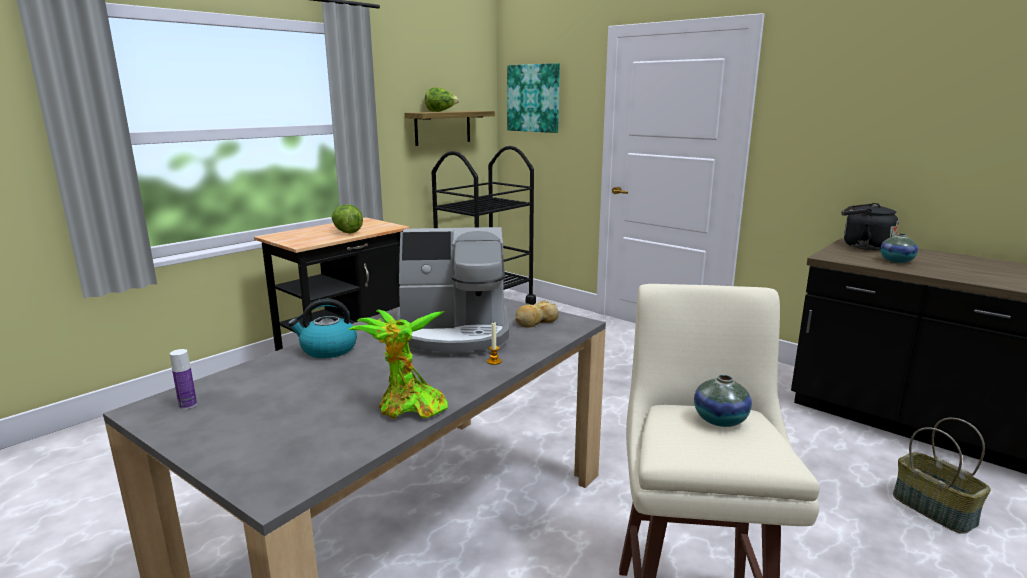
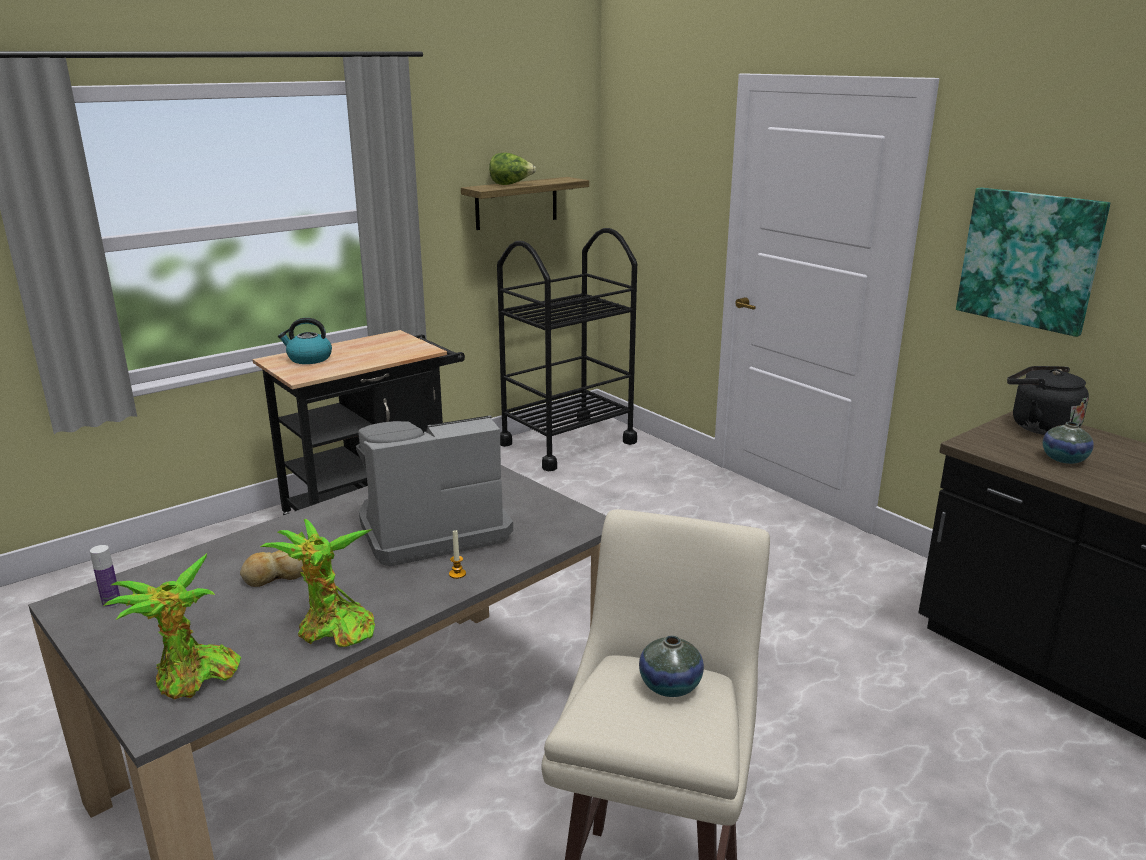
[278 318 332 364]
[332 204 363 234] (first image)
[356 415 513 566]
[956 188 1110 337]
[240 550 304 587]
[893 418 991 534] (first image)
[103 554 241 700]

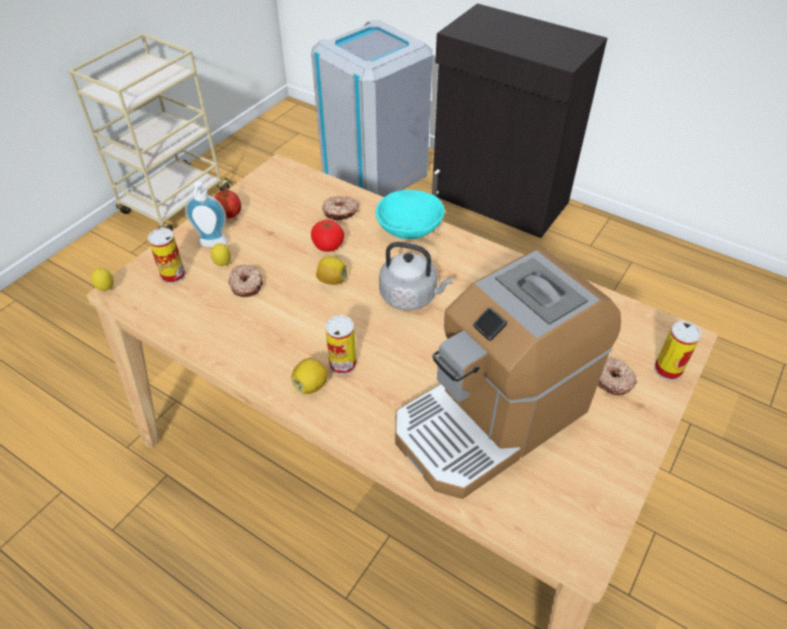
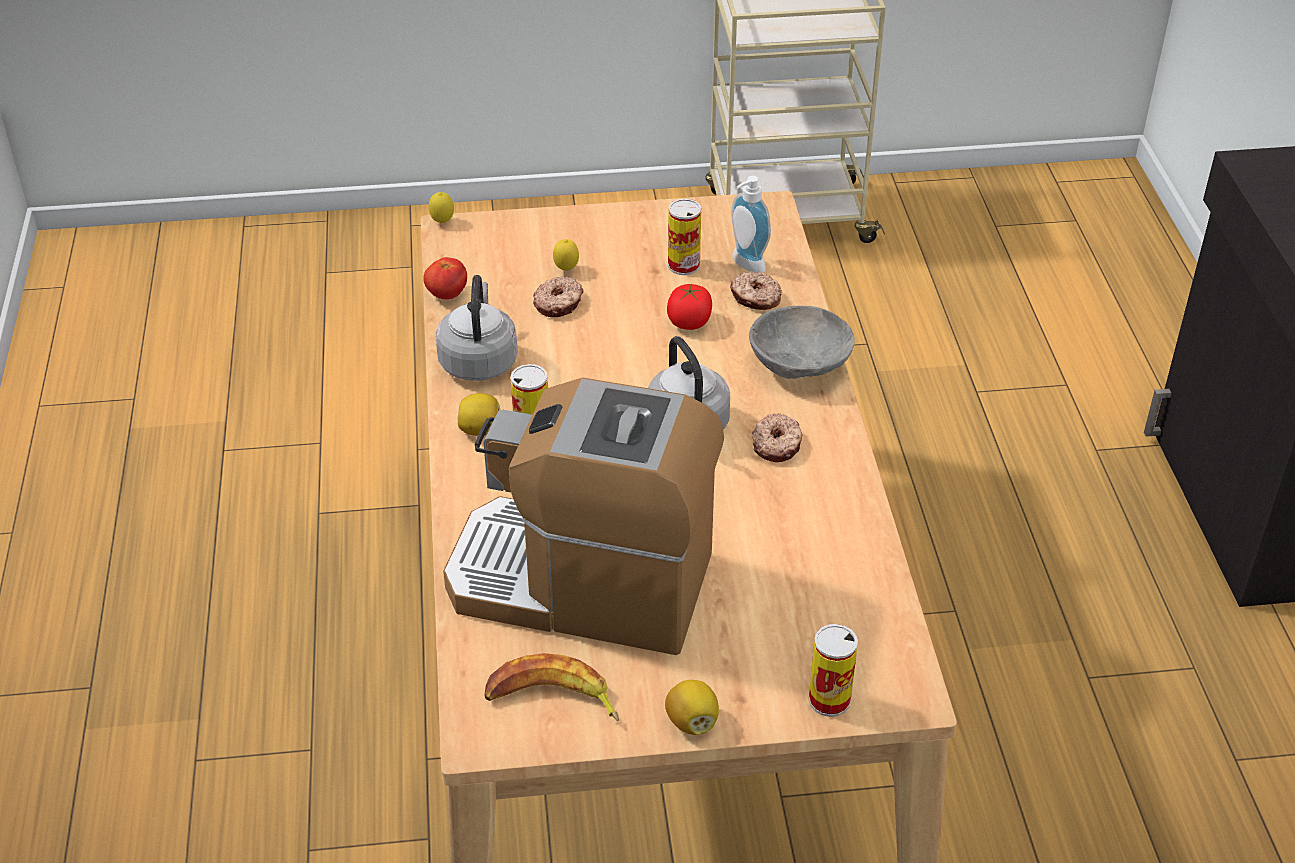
[668 199 701 275]
[731 176 771 273]
[423 257 467 300]
[311 20 433 197] (first image)
[665 680 719 735]
[749 306 855 379]
[752 413 802 462]
[435 275 518 381]
[484 653 619 721]

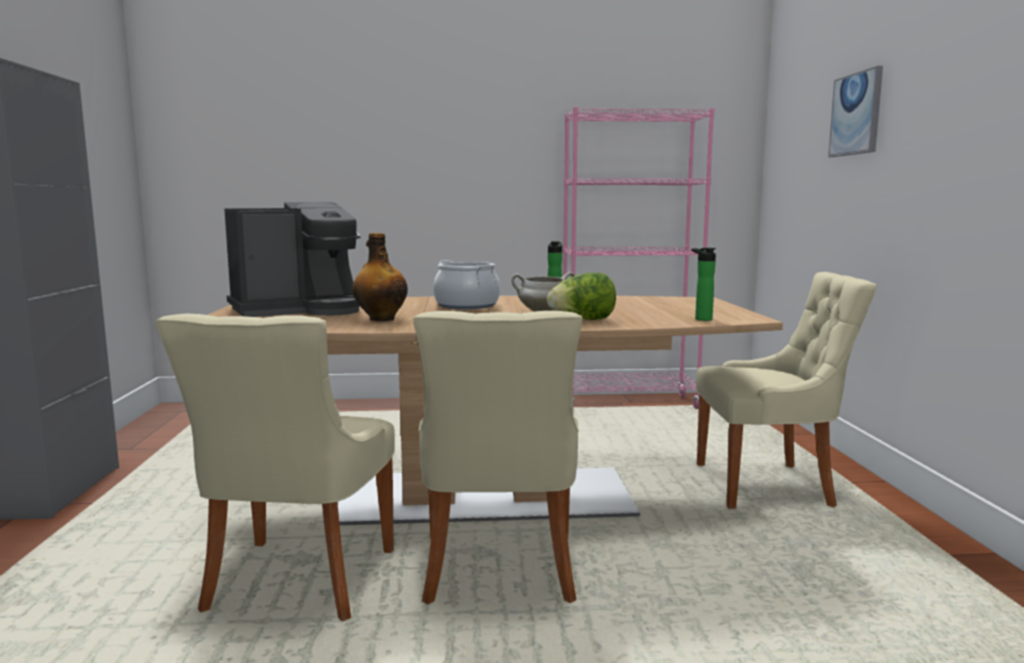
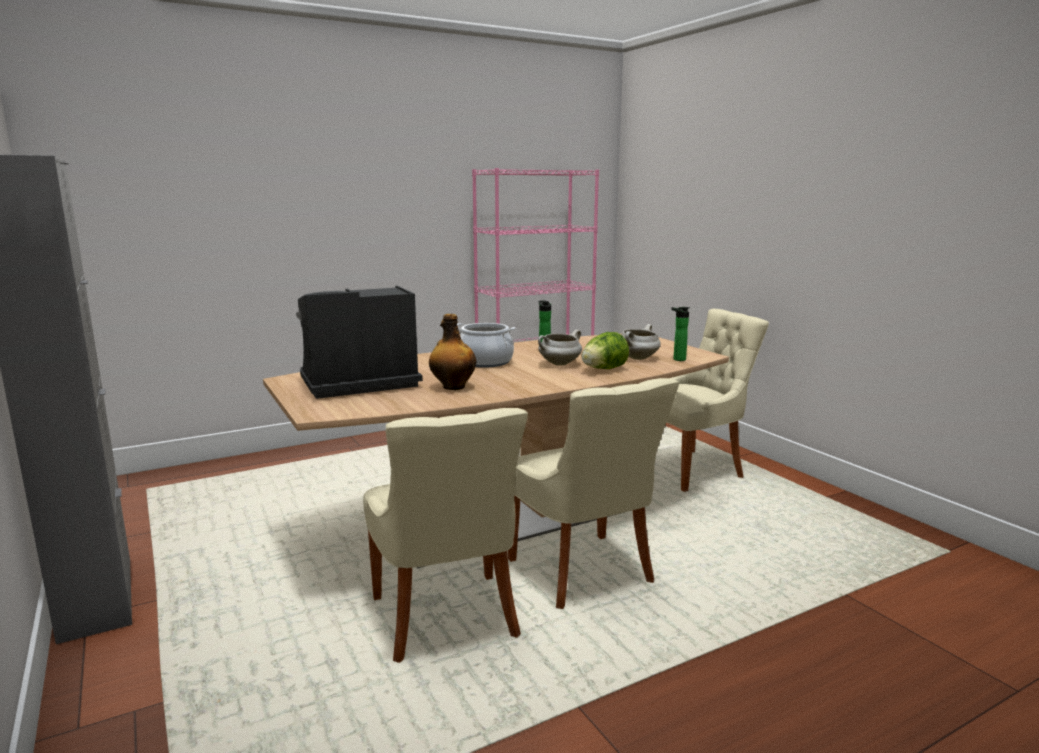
[296 286 423 399]
[828 66 883 157] (first image)
[621 324 661 360]

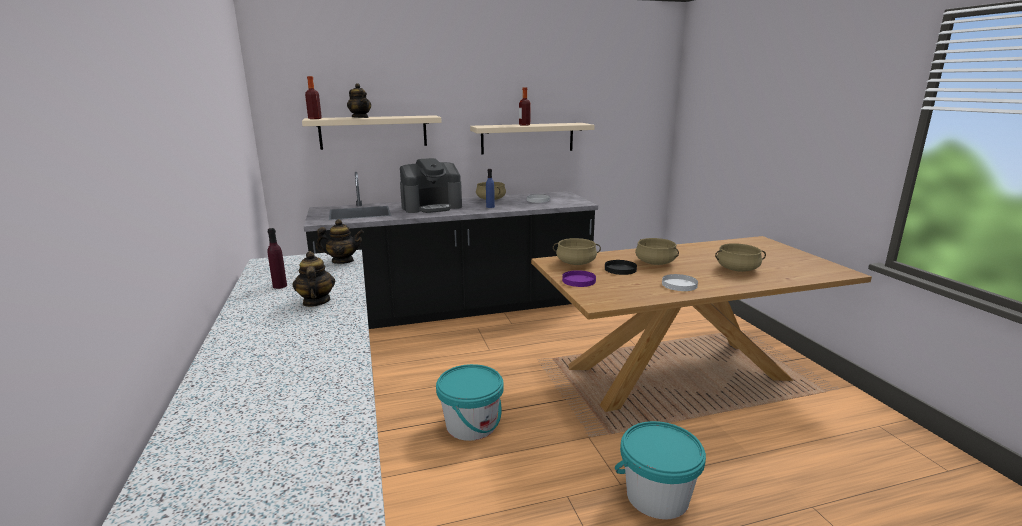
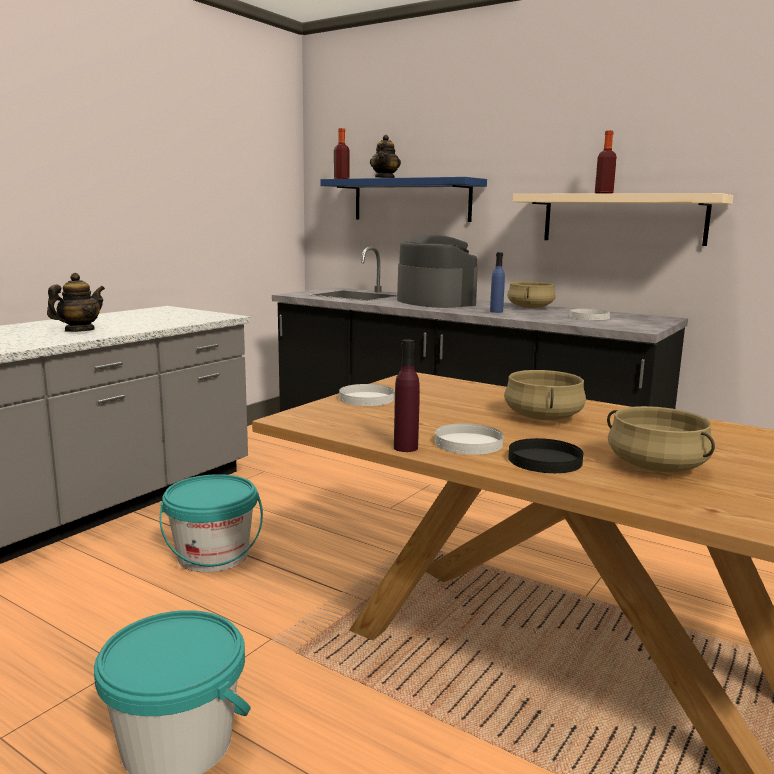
[394 339 420 452]
[320 177 487 222]
[316 219 364 264] (first image)
[397 234 478 308]
[553 238 601 265] (first image)
[339 384 394 406]
[508 438 583 473]

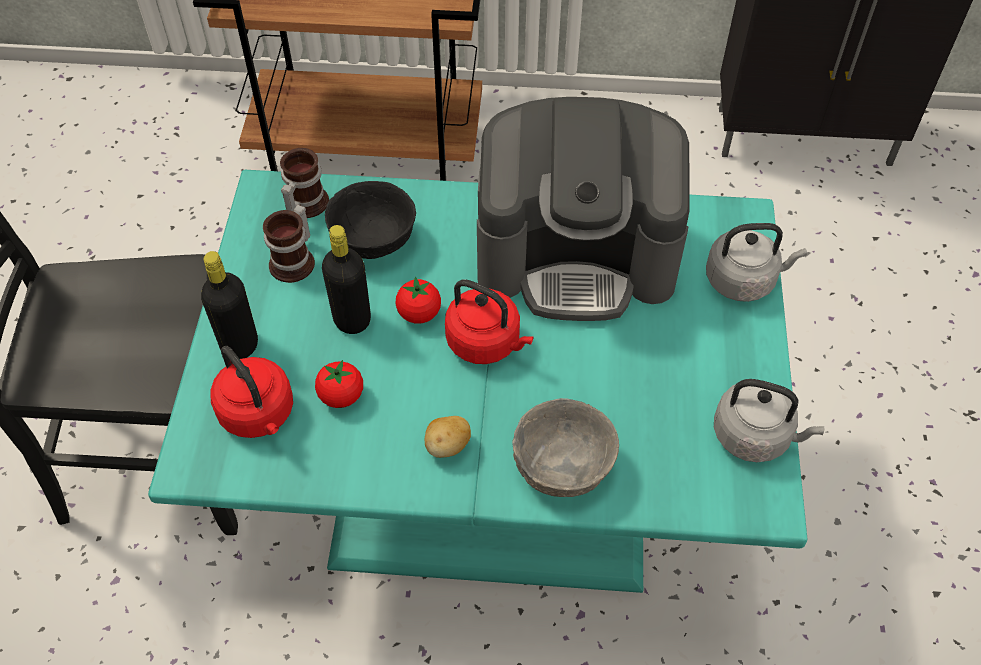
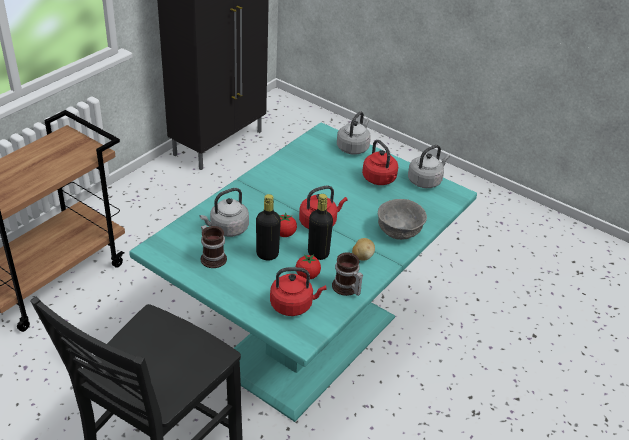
[308 194 333 260]
[332 252 363 296]
[200 188 249 237]
[477 97 689 321] (first image)
[362 140 398 185]

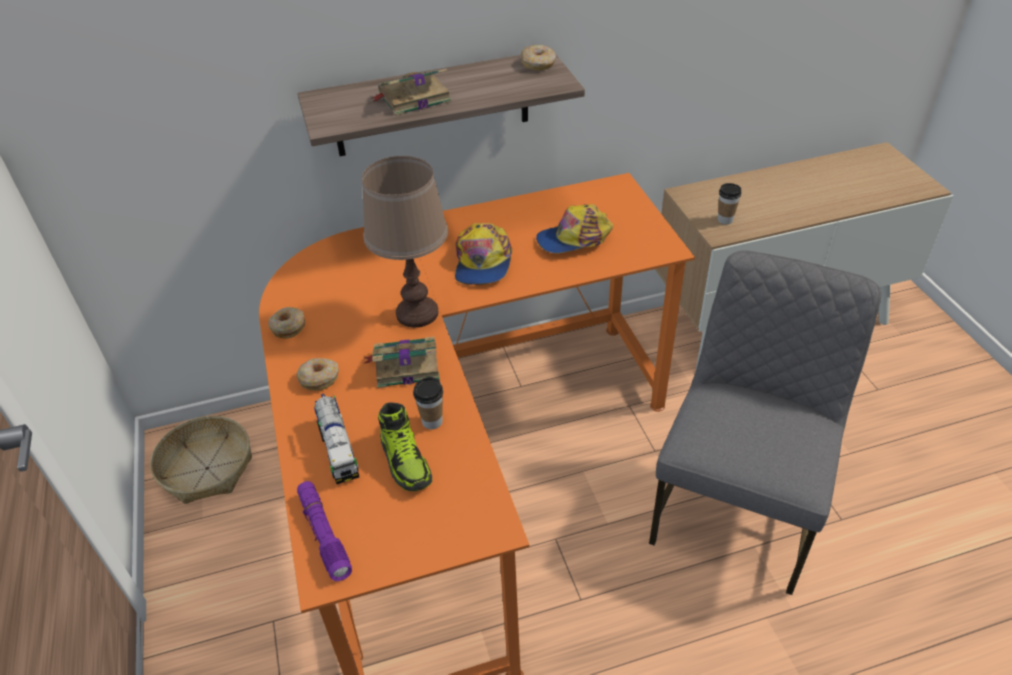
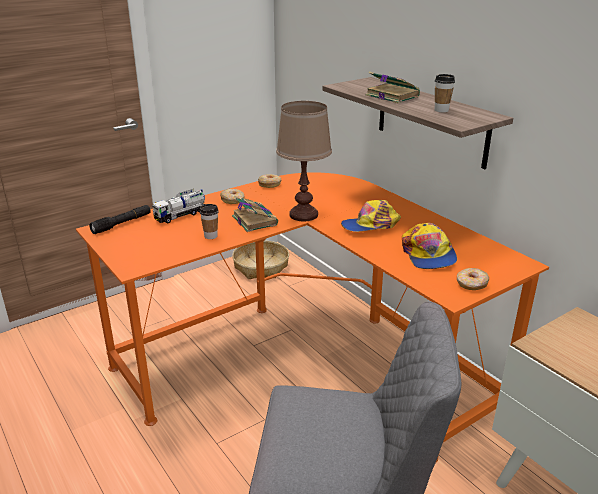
[89 205 151 234]
[378 402 432 491] (first image)
[457 268 489 290]
[402 223 457 269]
[435 74 455 112]

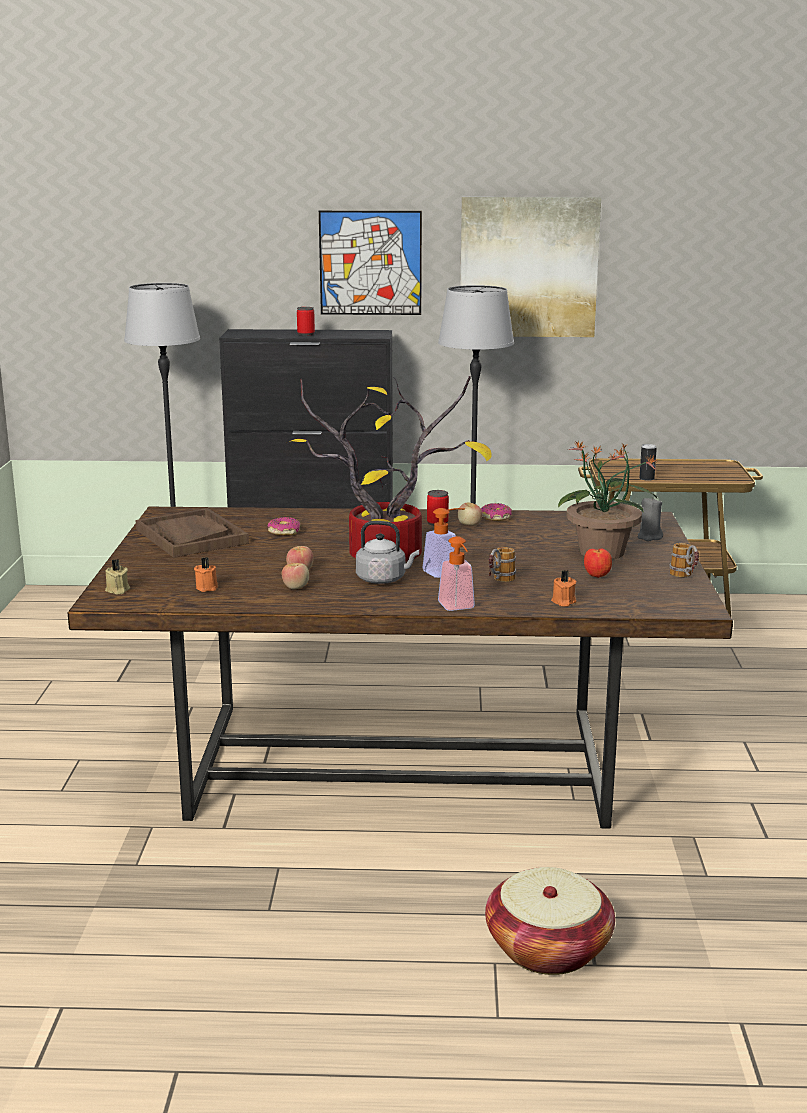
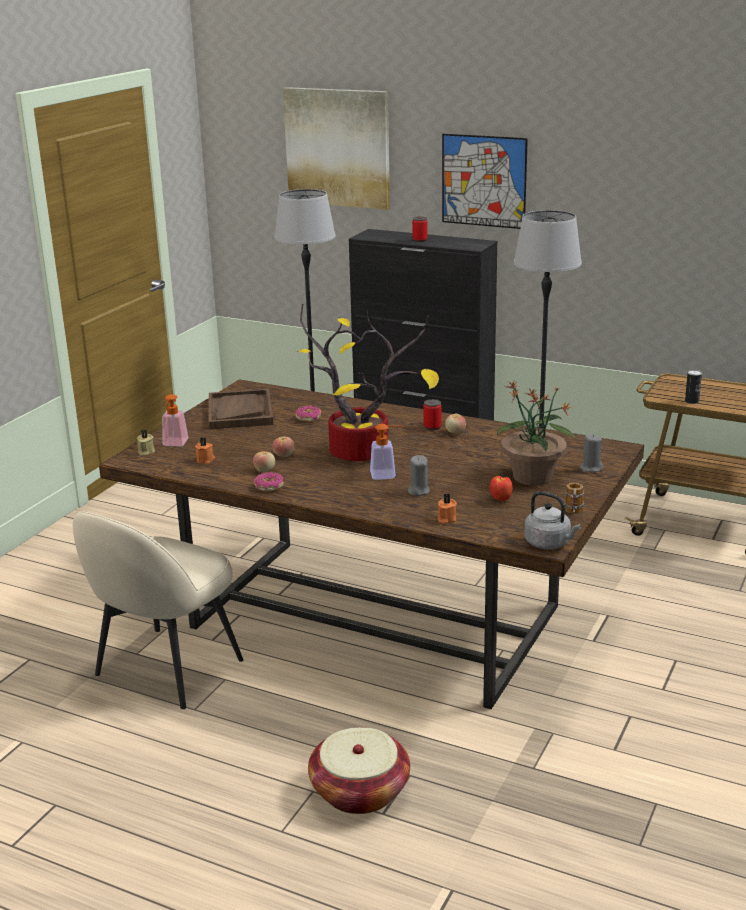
[524 491 581 549]
[162 394 188 446]
[283 87 390 210]
[254 472 284 491]
[408 455 430 496]
[73 511 244 709]

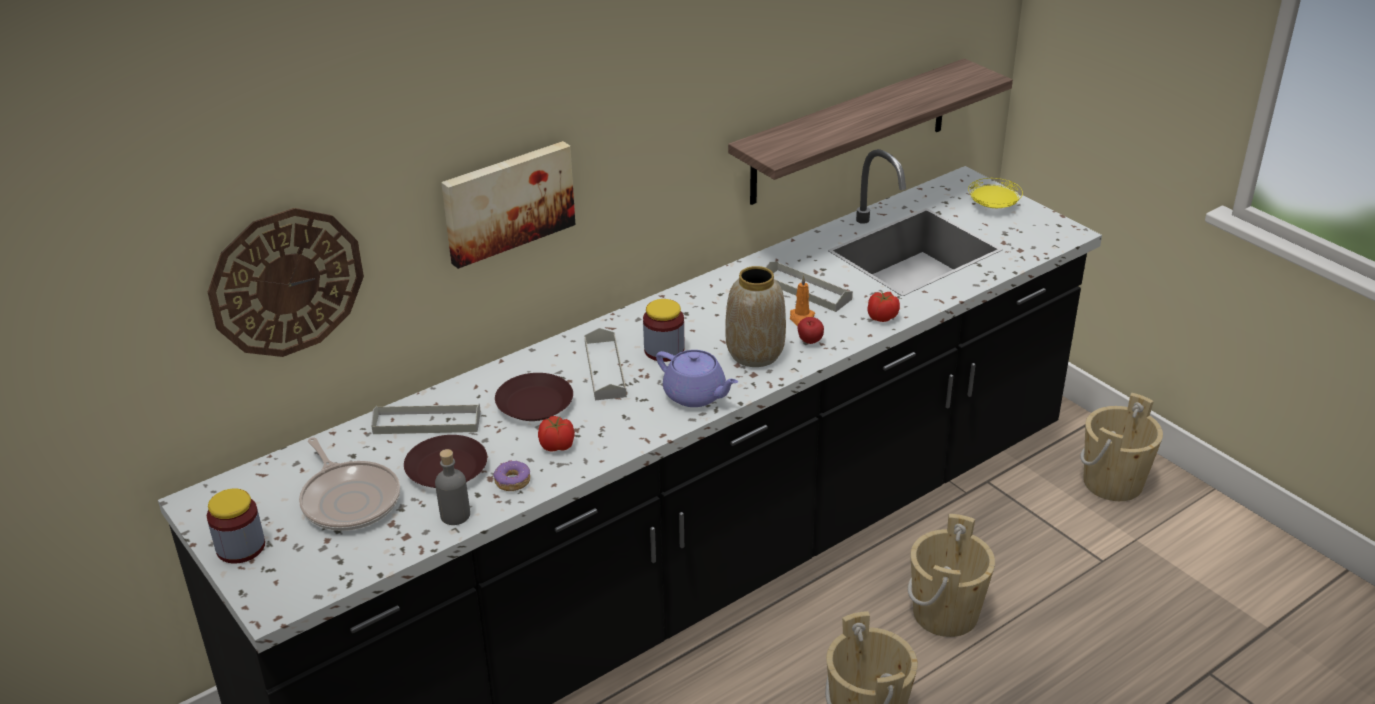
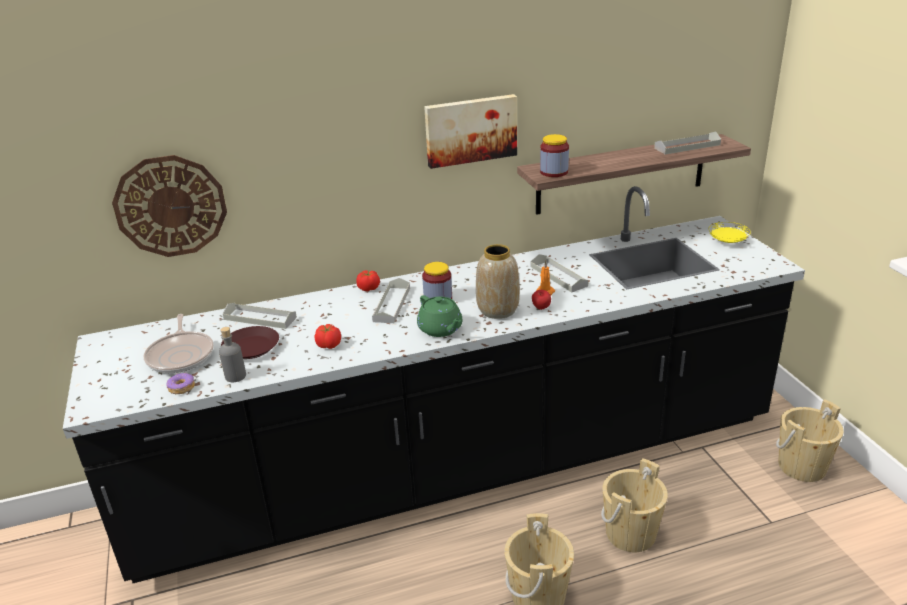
[540 134 569 177]
[424 94 517 169]
[166 373 195 394]
[495 373 573 421] (first image)
[417 295 462 337]
[356 270 380 291]
[654 131 721 154]

